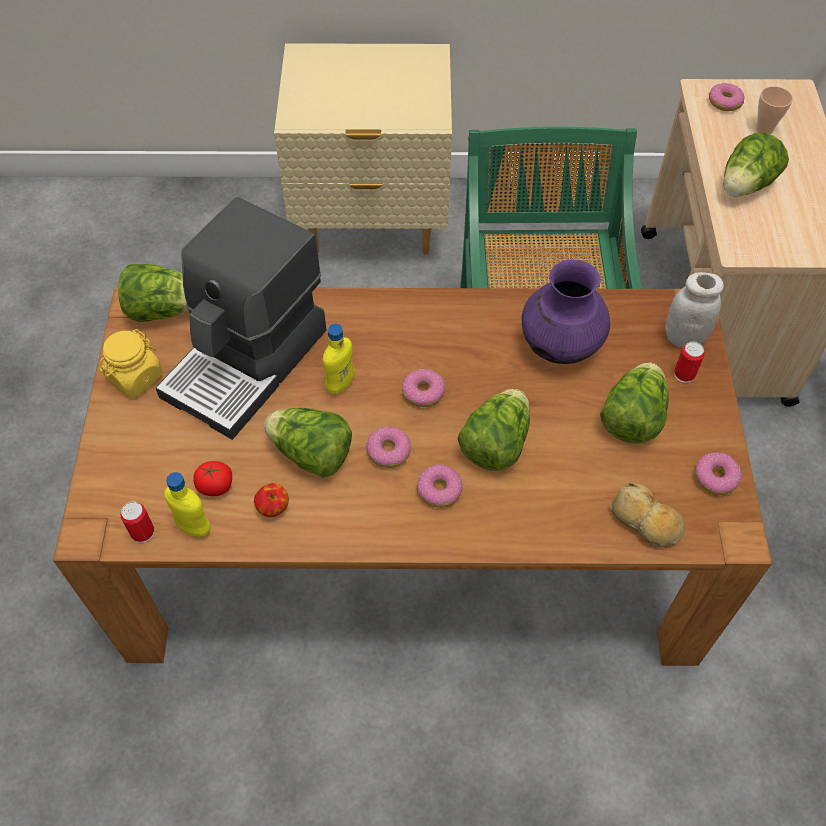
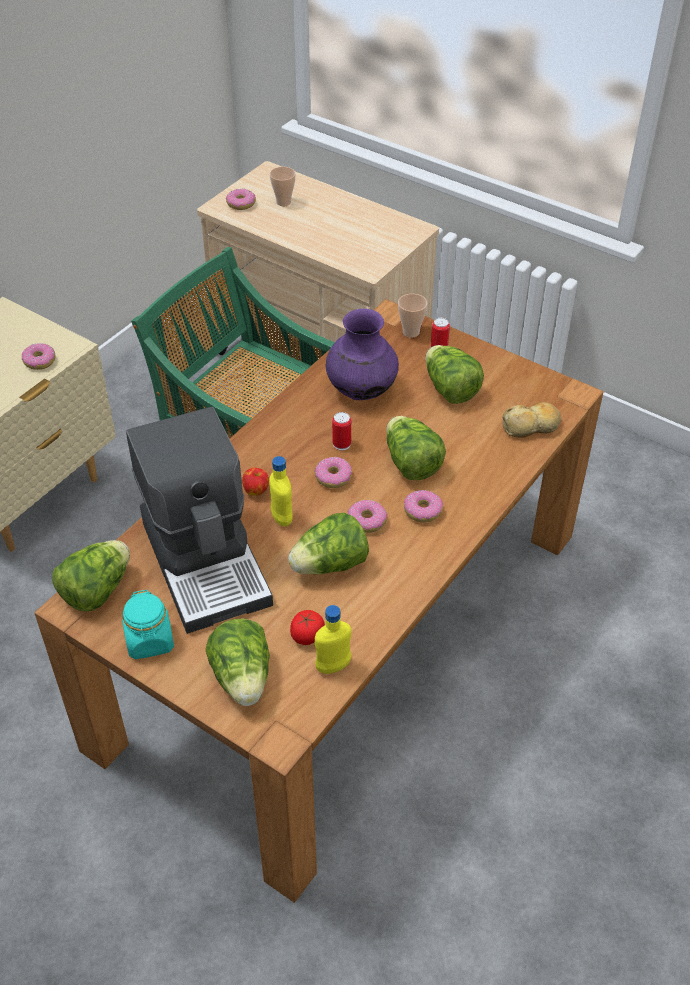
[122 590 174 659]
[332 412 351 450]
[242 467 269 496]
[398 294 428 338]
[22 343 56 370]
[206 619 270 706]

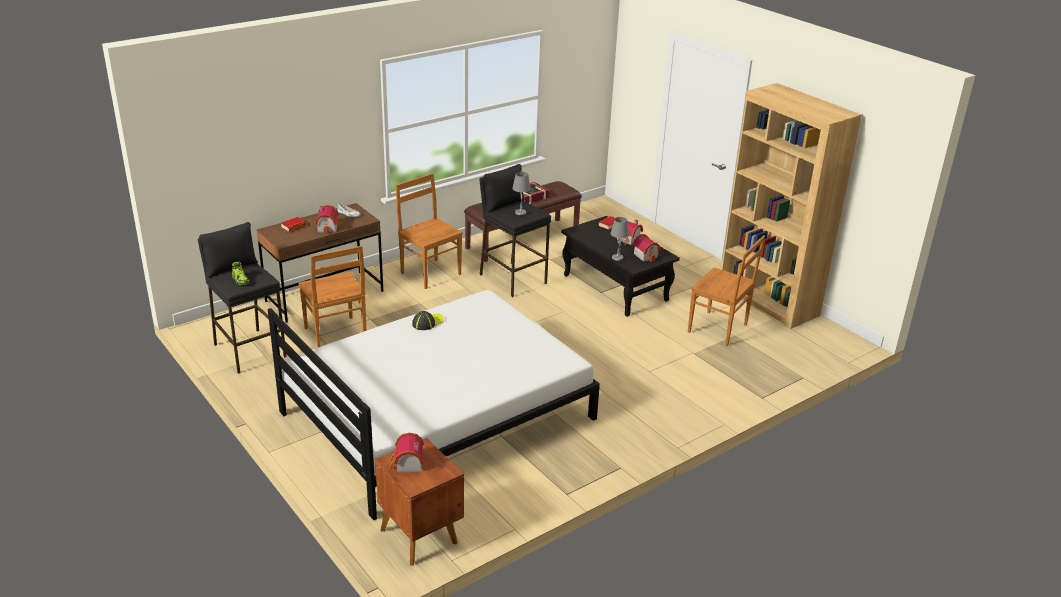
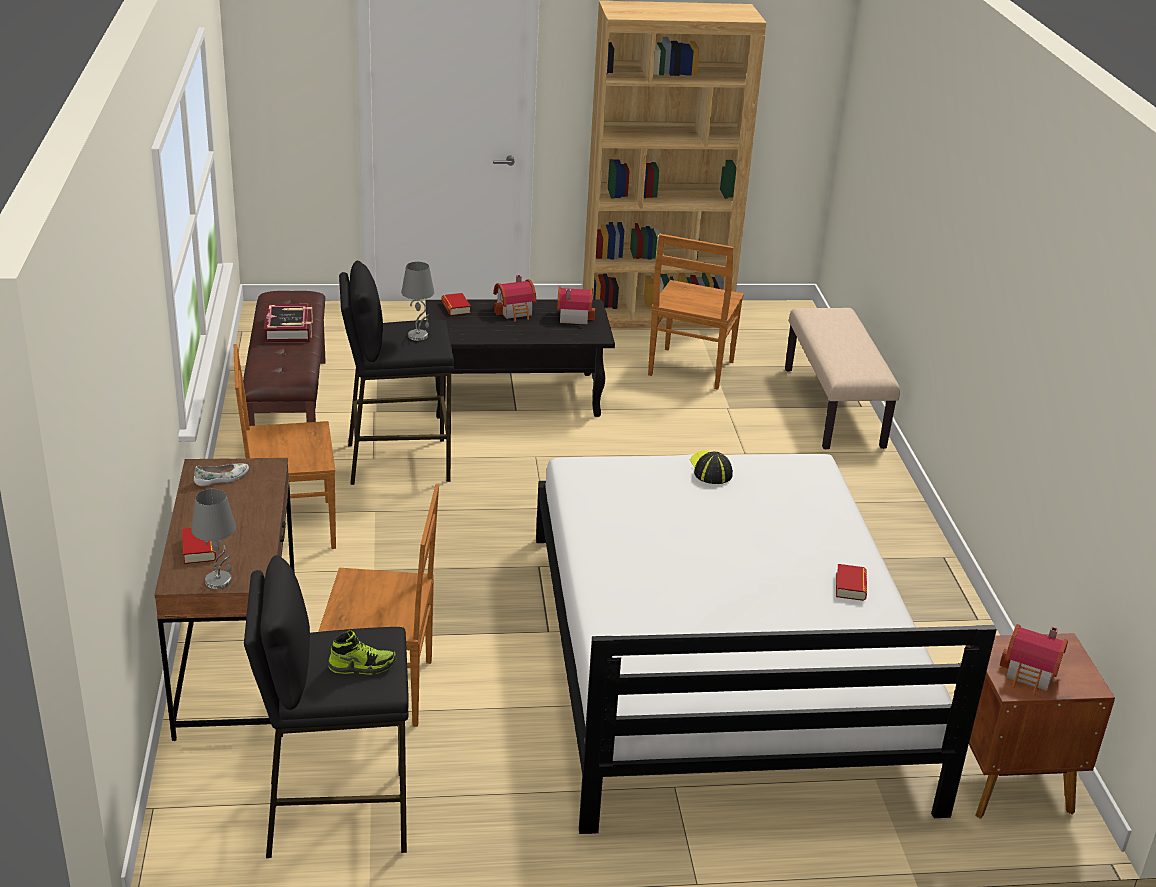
[315 205 342 234] (first image)
[690 451 733 484]
[191 489 236 589]
[648 234 744 390]
[785 308 900 449]
[836 564 867 601]

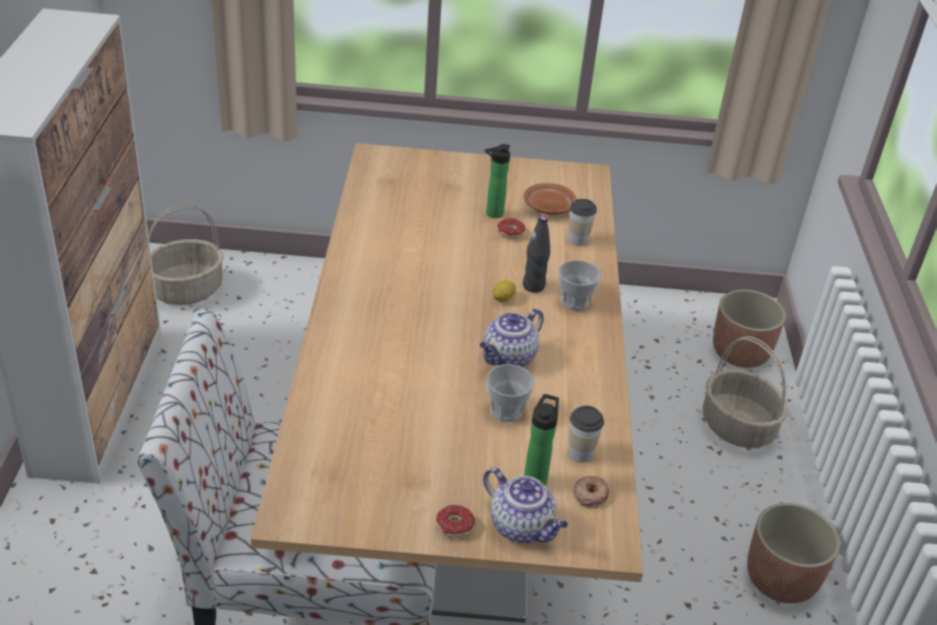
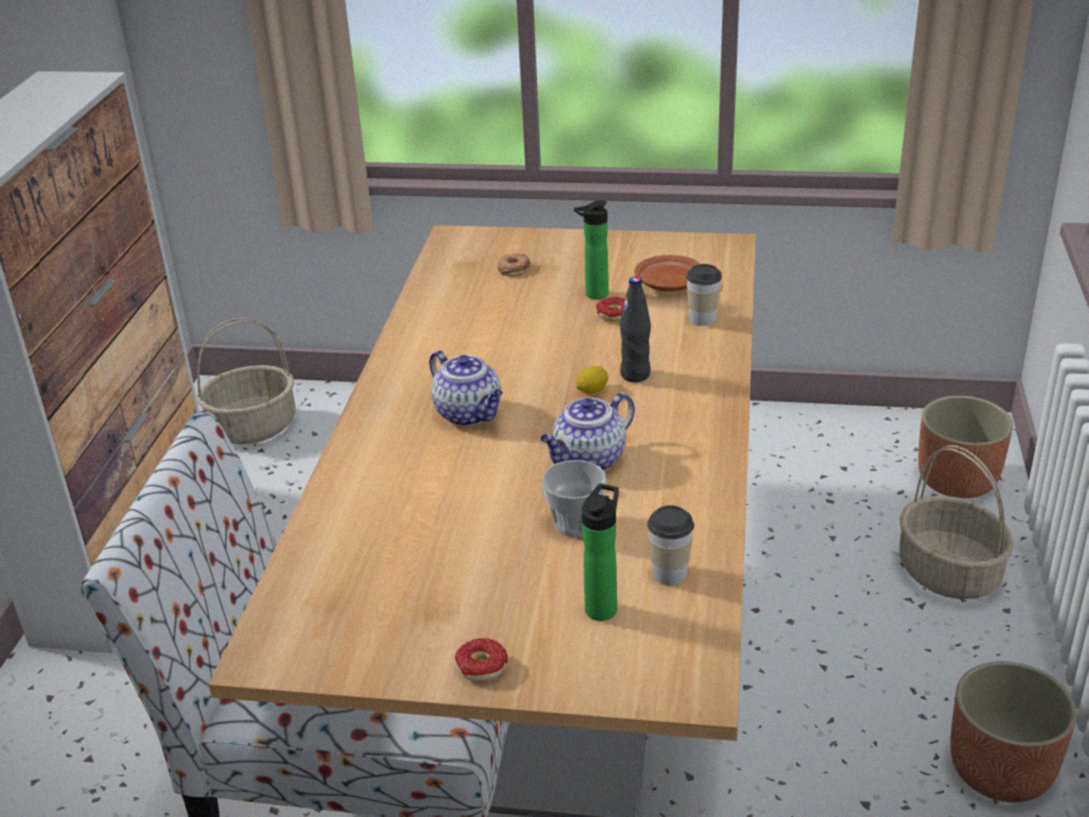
[429 350 503 426]
[559 260 601 311] (first image)
[497 253 530 276]

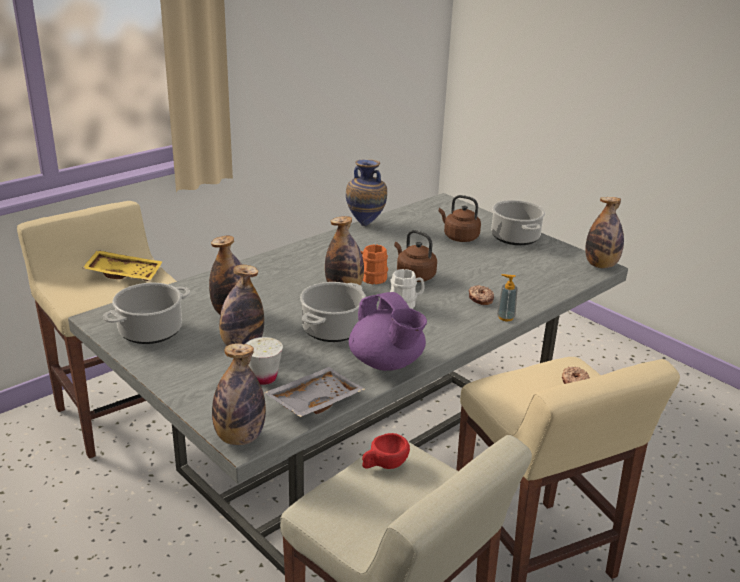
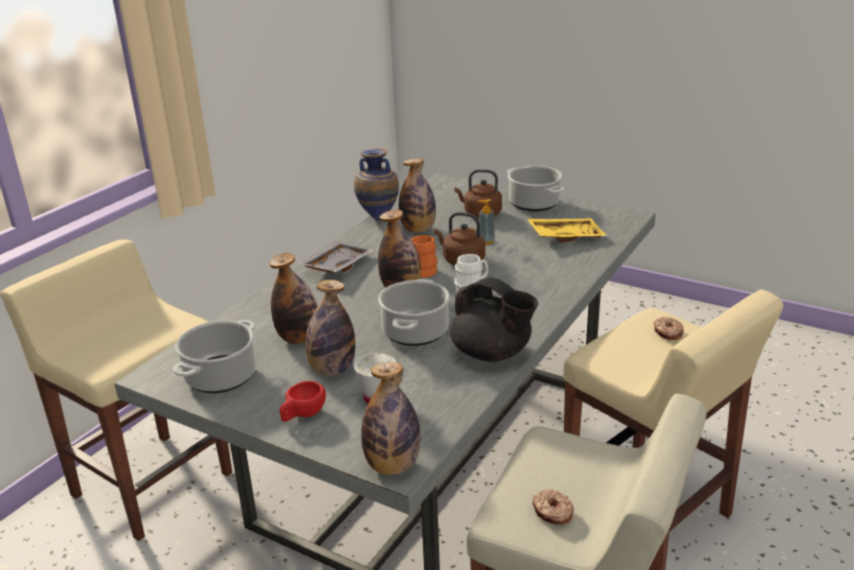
[527 218 607 243]
[298 242 374 273]
[450 277 538 362]
[280 381 326 422]
[532 489 574 525]
[478 199 495 244]
[399 158 436 233]

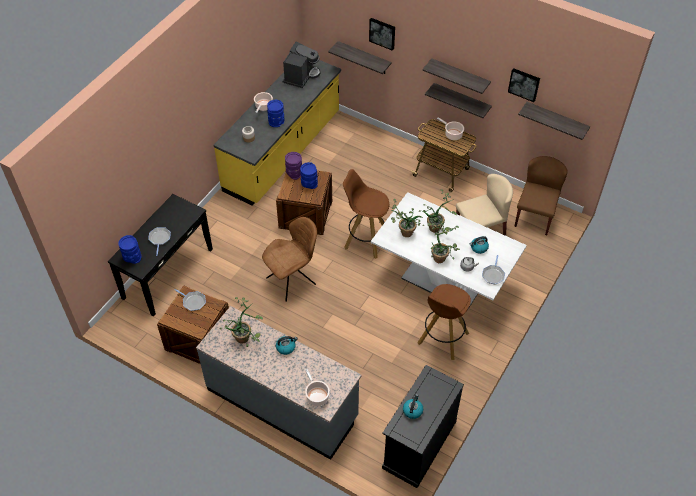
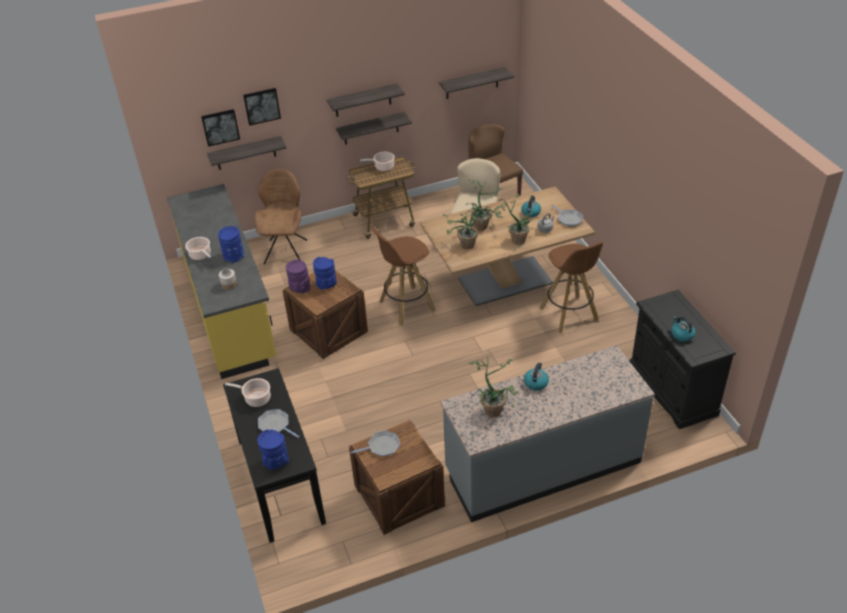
[254 169 307 265]
[283 42 321 88] (first image)
[225 378 271 407]
[420 186 595 306]
[201 109 240 147]

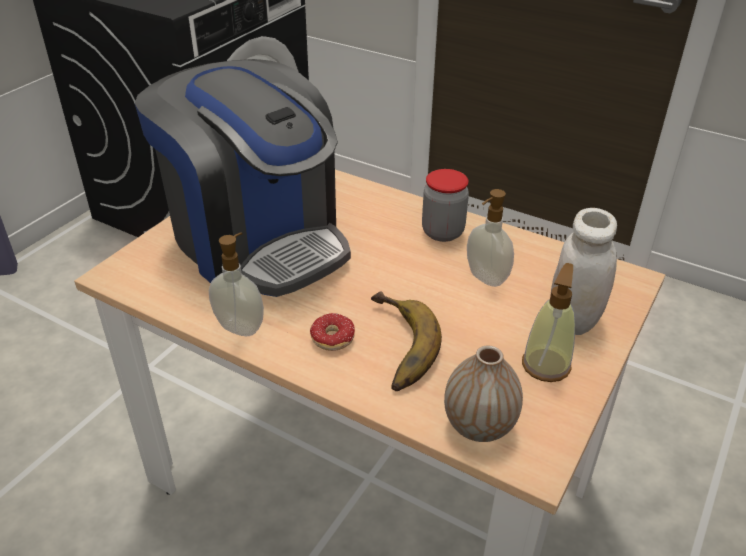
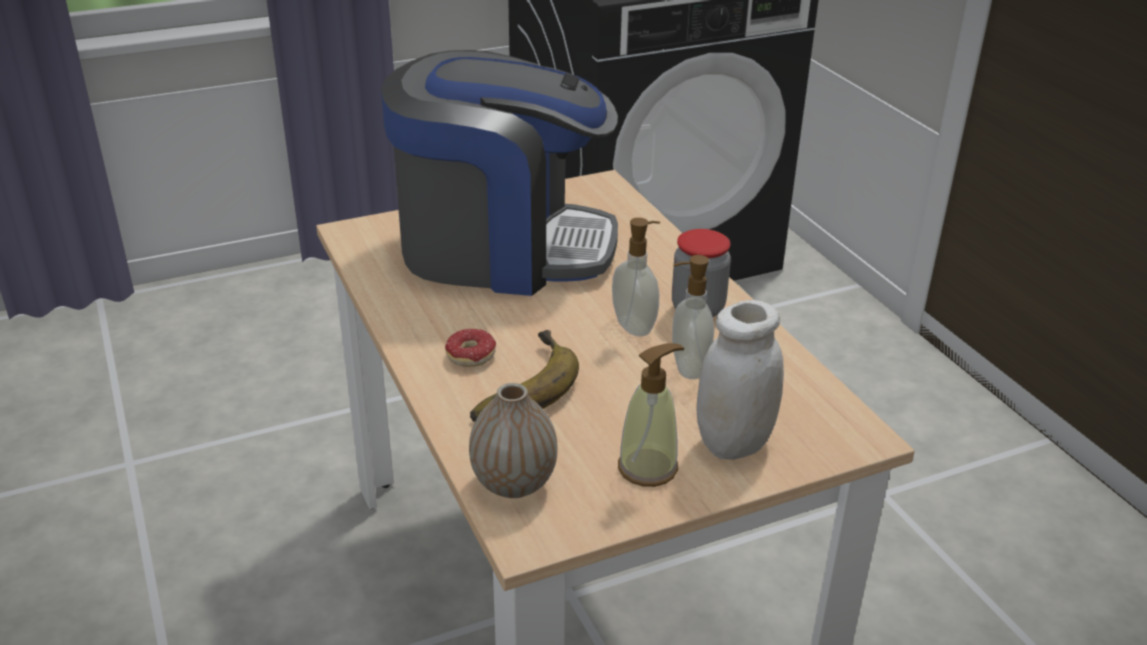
[381 50 618 296]
[612 218 660 337]

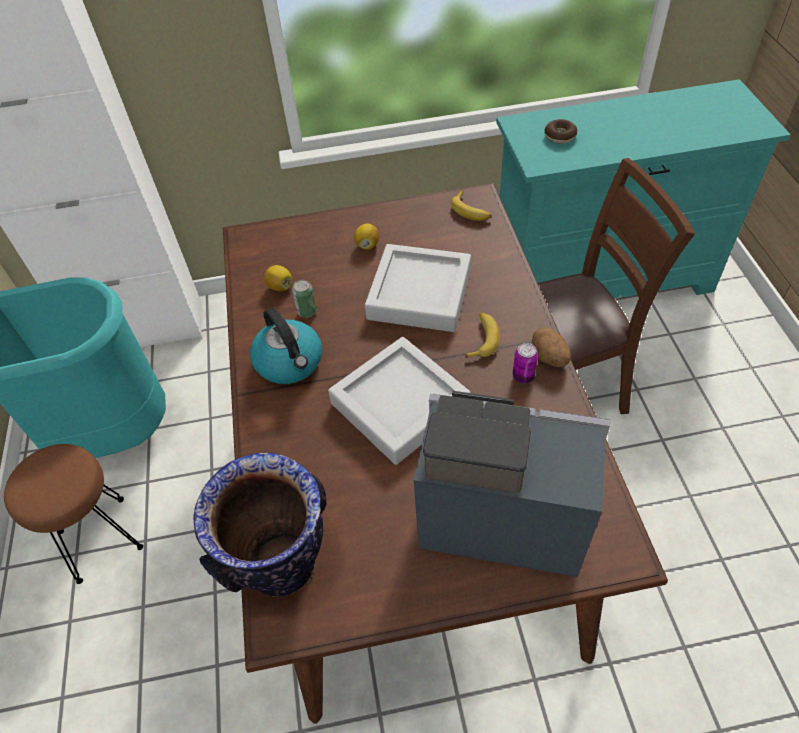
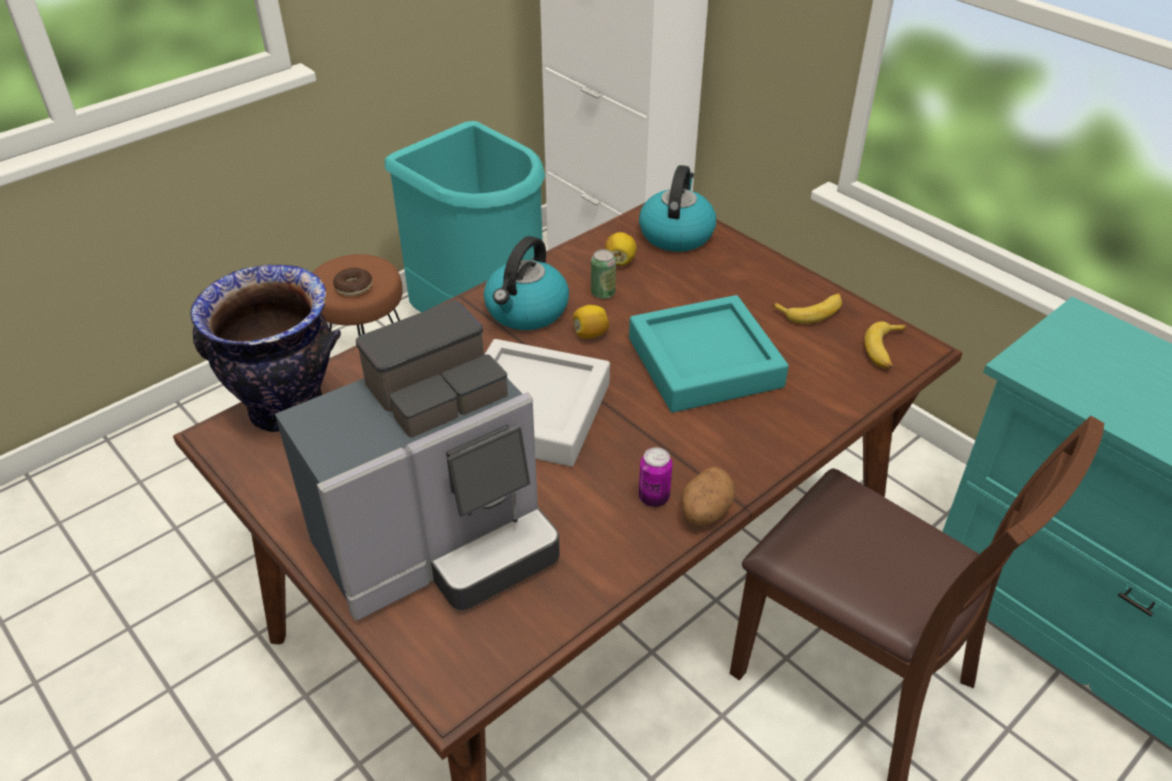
[573 305 609 339]
[629 295 789 413]
[275 300 560 620]
[772 293 842 324]
[333 267 372 296]
[639 165 716 252]

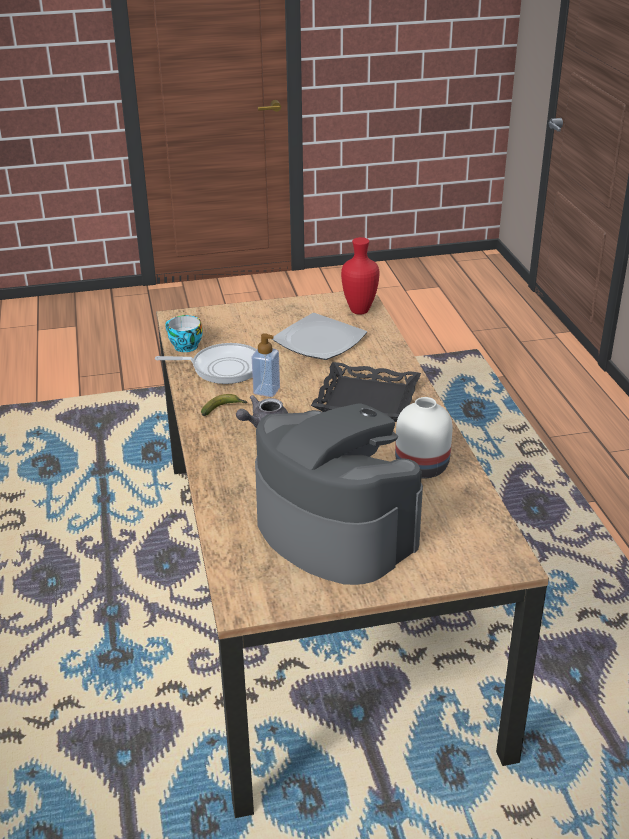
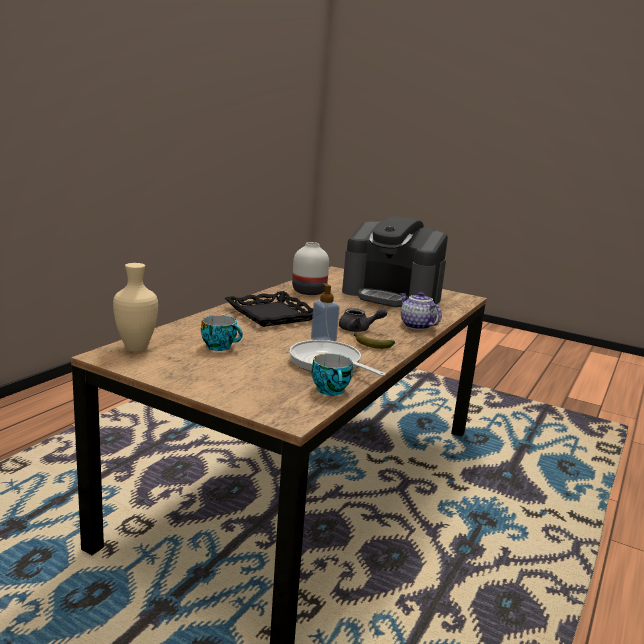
[342 216 448 307]
[201 315 243 351]
[113 263 158 352]
[400 292 442 330]

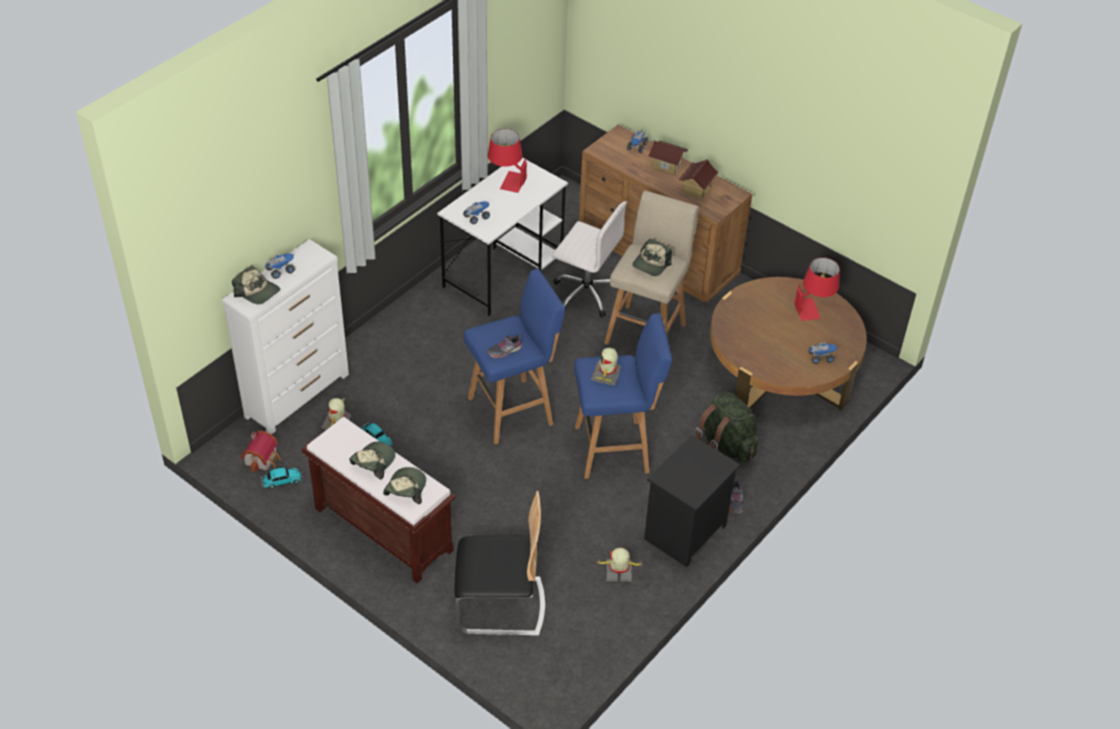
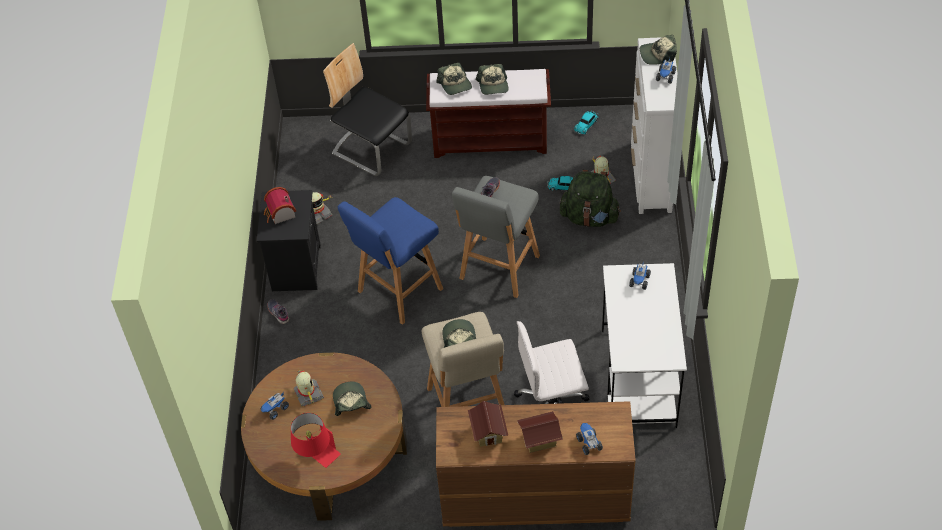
[264 187 296 224]
[323 43 412 176]
[452 176 540 298]
[488 129 527 193] (first image)
[294 368 324 407]
[560 170 621 227]
[333 382 371 416]

